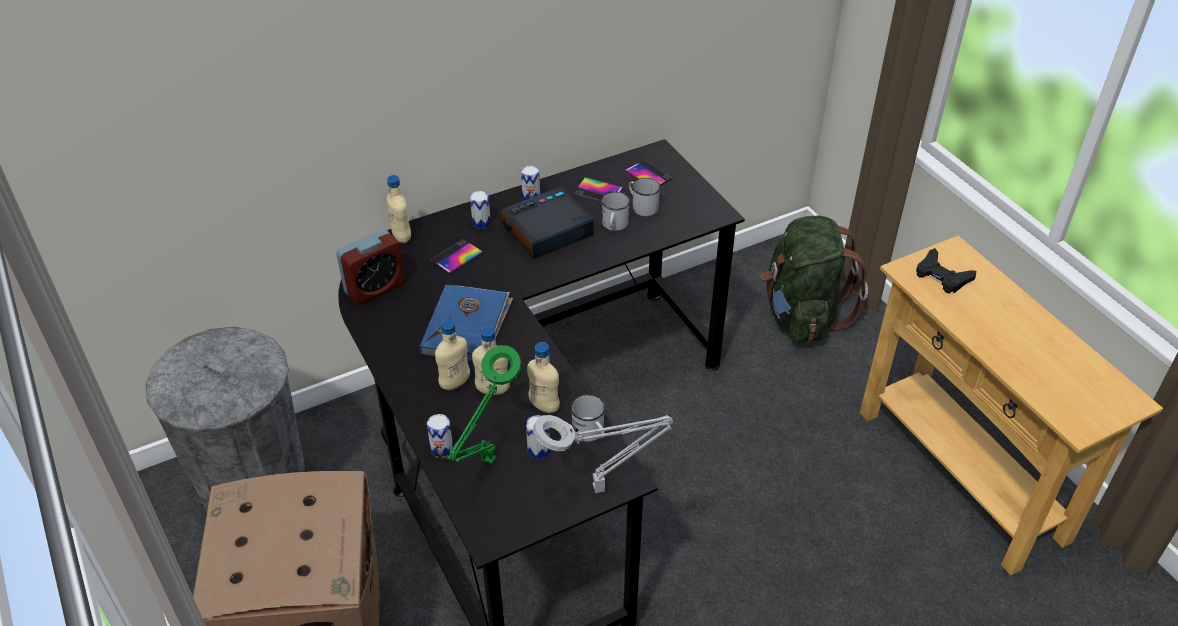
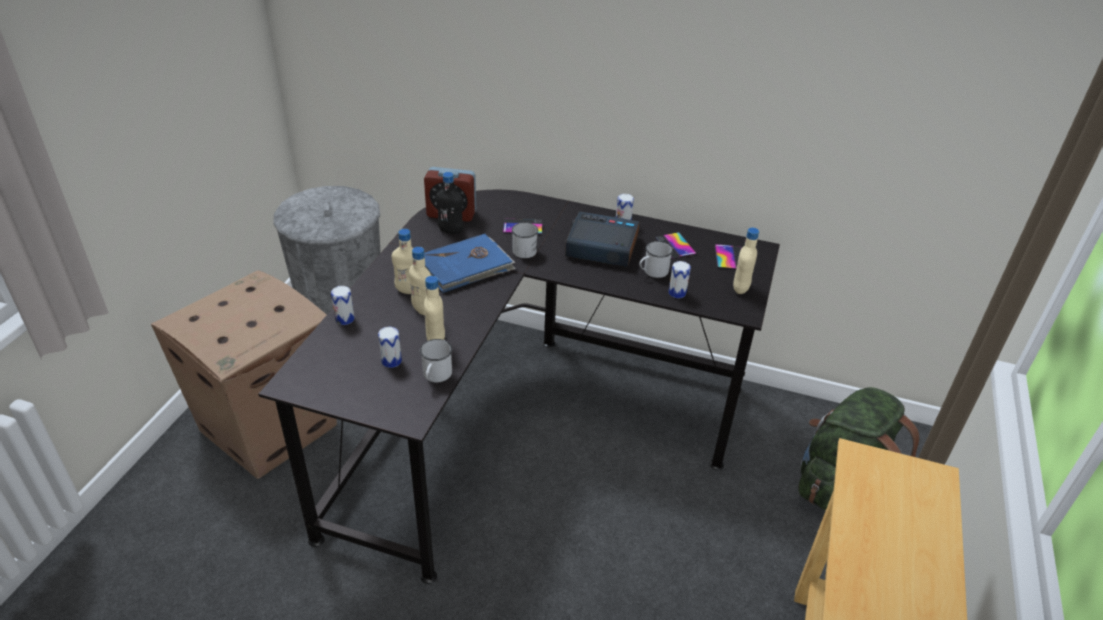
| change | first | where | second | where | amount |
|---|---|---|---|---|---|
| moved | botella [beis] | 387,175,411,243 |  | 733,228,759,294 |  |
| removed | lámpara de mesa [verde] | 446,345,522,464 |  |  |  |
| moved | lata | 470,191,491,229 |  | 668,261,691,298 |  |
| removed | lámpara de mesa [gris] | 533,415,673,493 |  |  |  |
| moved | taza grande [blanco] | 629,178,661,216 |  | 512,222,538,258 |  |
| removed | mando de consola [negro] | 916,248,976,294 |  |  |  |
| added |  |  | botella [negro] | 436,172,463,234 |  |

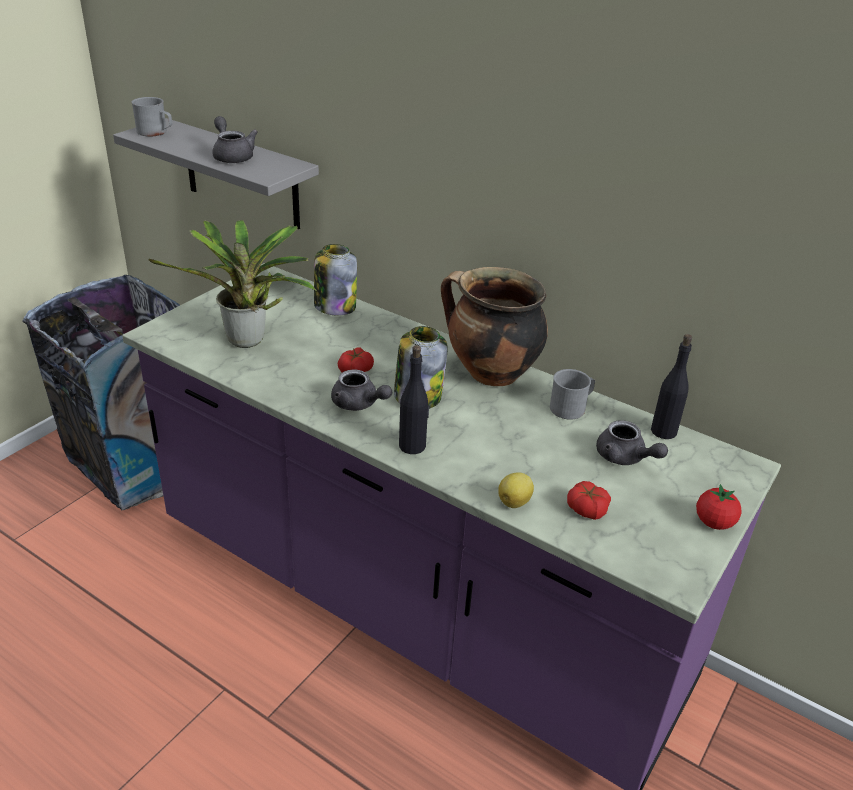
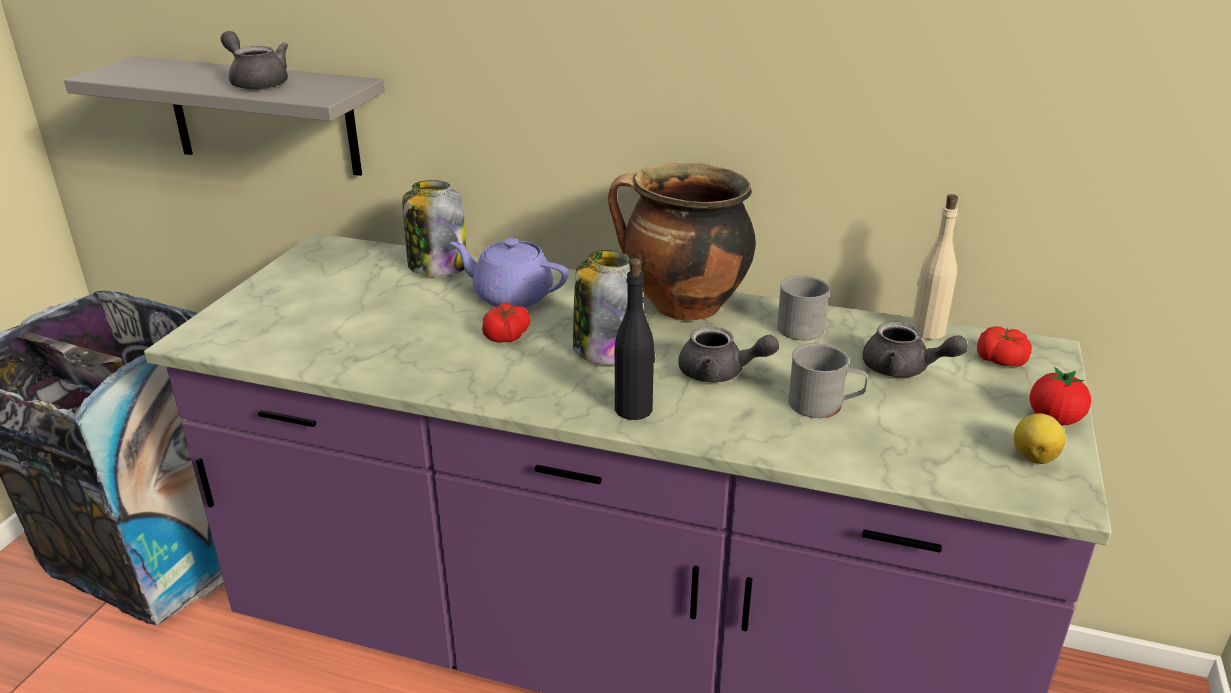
| change | first | where | second | where | amount |
|---|---|---|---|---|---|
| moved | taza grande [gris] | 131,97,172,136 |  | 788,343,867,418 |  |
| removed | planta en maceta | 148,220,317,348 |  |  |  |
| moved | tetera [gris] | 331,369,392,411 |  | 678,326,779,383 |  |
| moved | limón | 498,472,534,508 |  | 1014,413,1065,464 |  |
| moved | tomate | 567,481,611,520 |  | 977,326,1032,367 |  |
| recoloured | botella [negro] | 651,334,692,439 | botella [beis] | 912,194,958,340 |  |
| added |  |  | tetera [morado] | 450,238,568,308 |  |

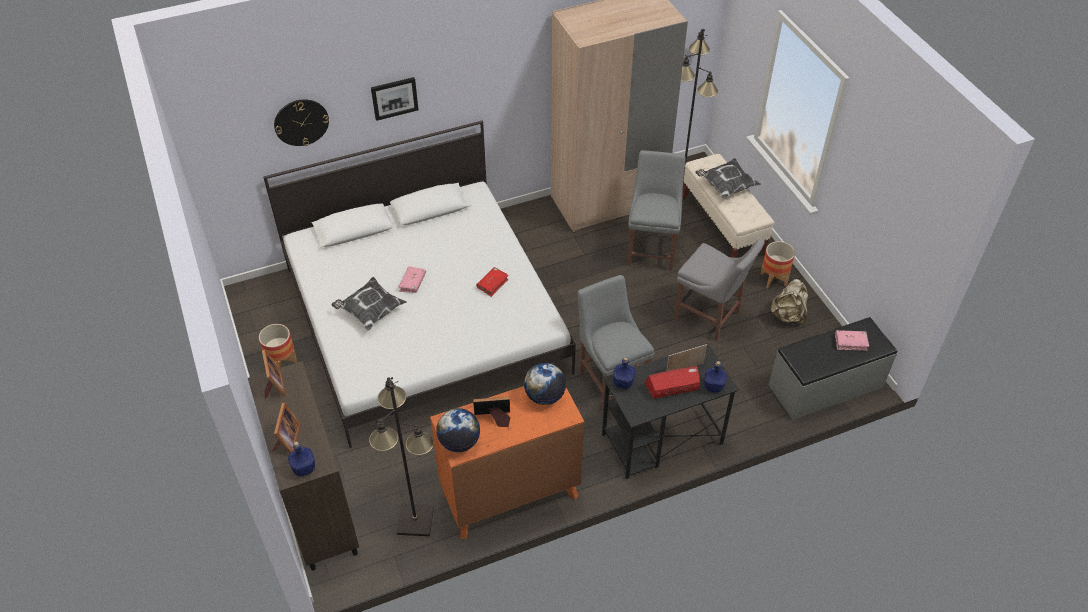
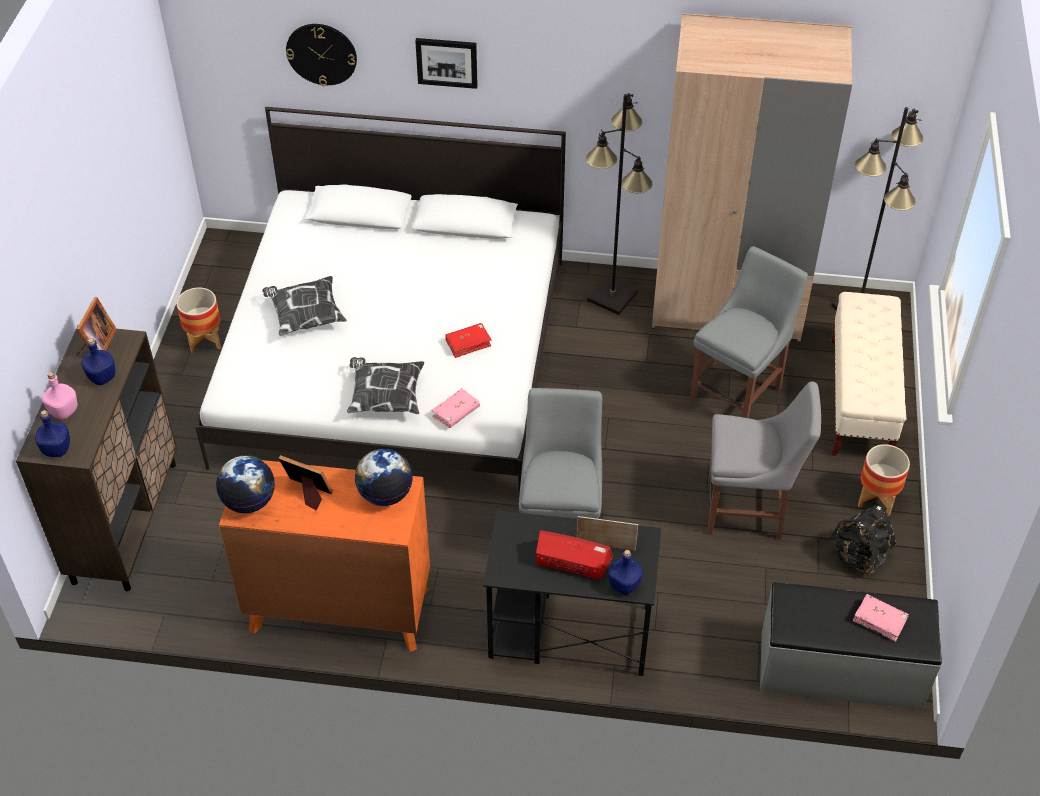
| change | first | where | second | where | amount |
|---|---|---|---|---|---|
| replaced | portarretratos | 272,403,301,454 | botella [rosa] | 42,372,77,419 |  |
| moved | lámpara de pie [negro] | 369,377,434,536 |  | 586,93,652,315 |  |
| moved | libro [rosa] | 398,266,426,293 |  | 431,388,480,428 |  |
| moved | botella [azul] | 613,357,635,389 |  | 81,338,116,385 |  |
| turned | silla [gris] | 674,239,765,341 |  | 707,382,821,540 | 60 degrees counterclockwise |
| moved | cojín | 695,158,761,199 |  | 347,357,424,414 |  |
| recoloured | mochila [beis] | 770,279,808,326 | mochila [negro] | 830,505,897,575 |  |

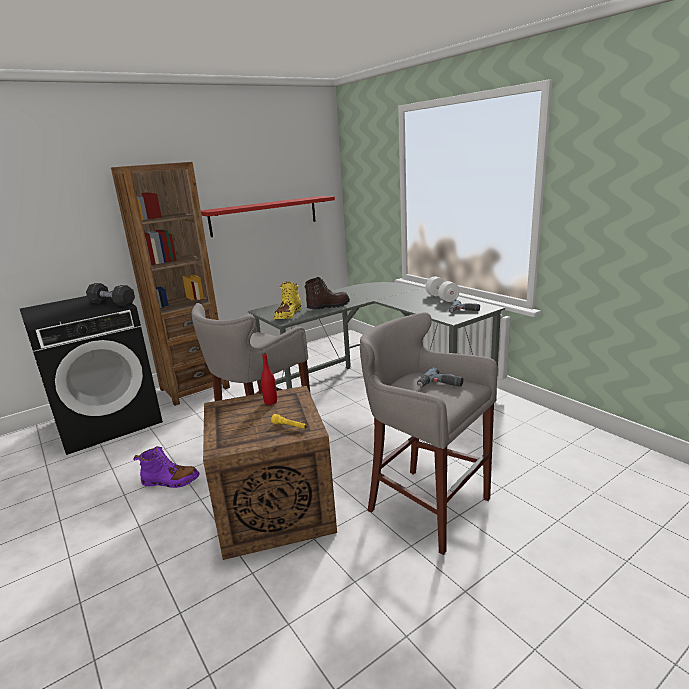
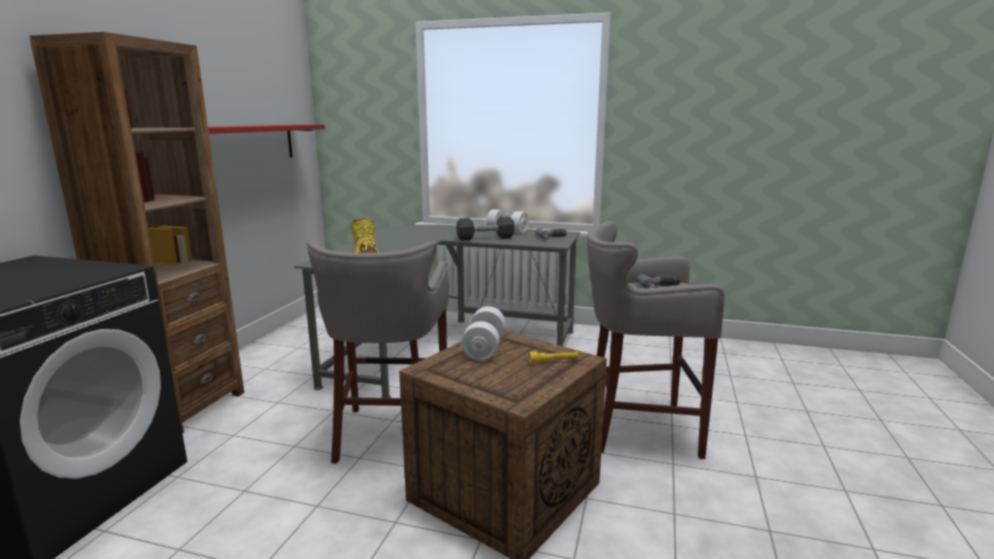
| change | first | where | second | where | amount |
|---|---|---|---|---|---|
| moved | mancuerna [negro] | 86,283,135,306 |  | 457,216,514,240 |  |
| removed | bota [morado] | 134,446,199,488 |  |  |  |
| replaced | botella [rojo] | 261,352,277,405 | mancuerna [blanco] | 461,306,505,361 |  |
| removed | bota [marrón] | 305,277,350,310 |  |  |  |

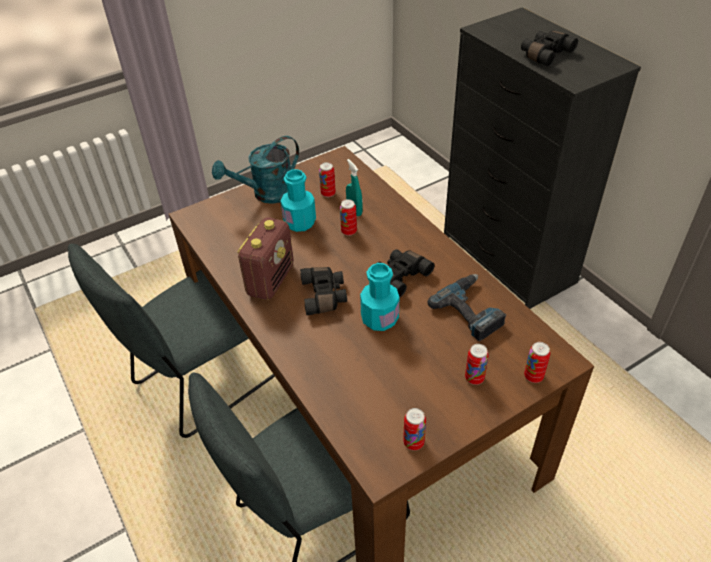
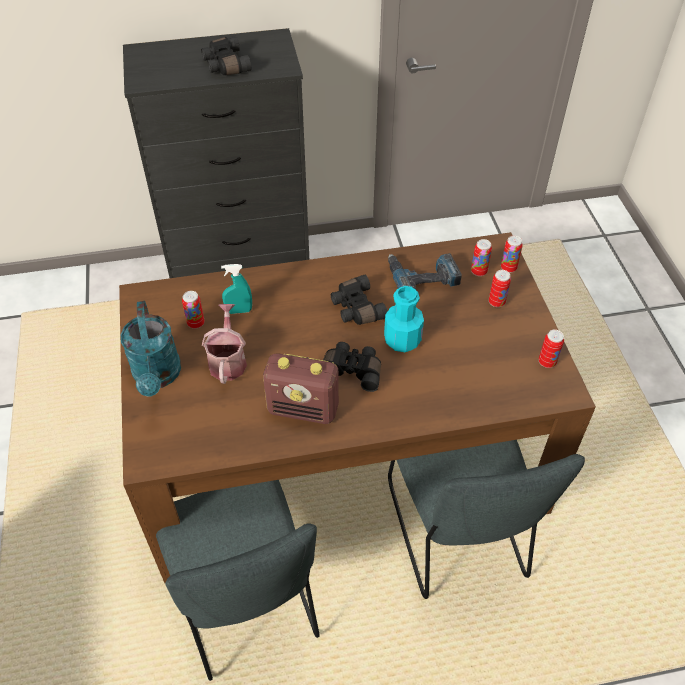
| change | first | where | second | where | amount |
|---|---|---|---|---|---|
| turned | radio | 237,217,294,300 |  | 263,353,339,424 | 150 degrees clockwise |
| replaced | botella [turquesa] | 281,169,316,232 | regadera | 202,304,247,384 |  |
| moved | lata | 340,199,357,236 |  | 471,239,492,276 |  |

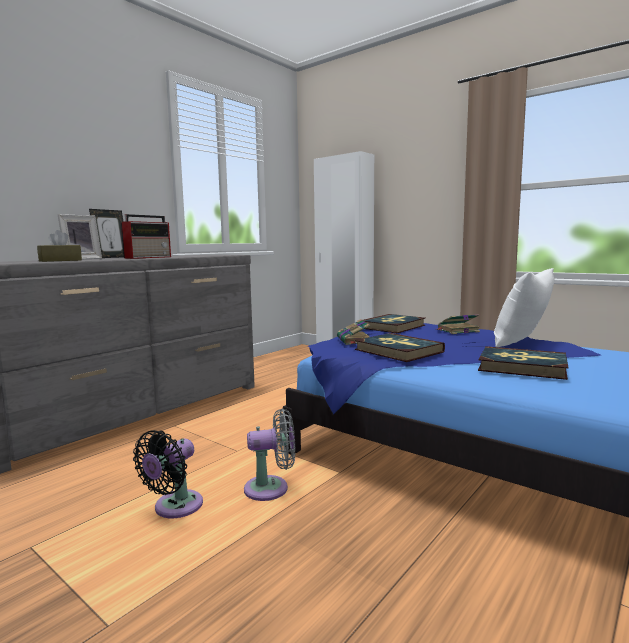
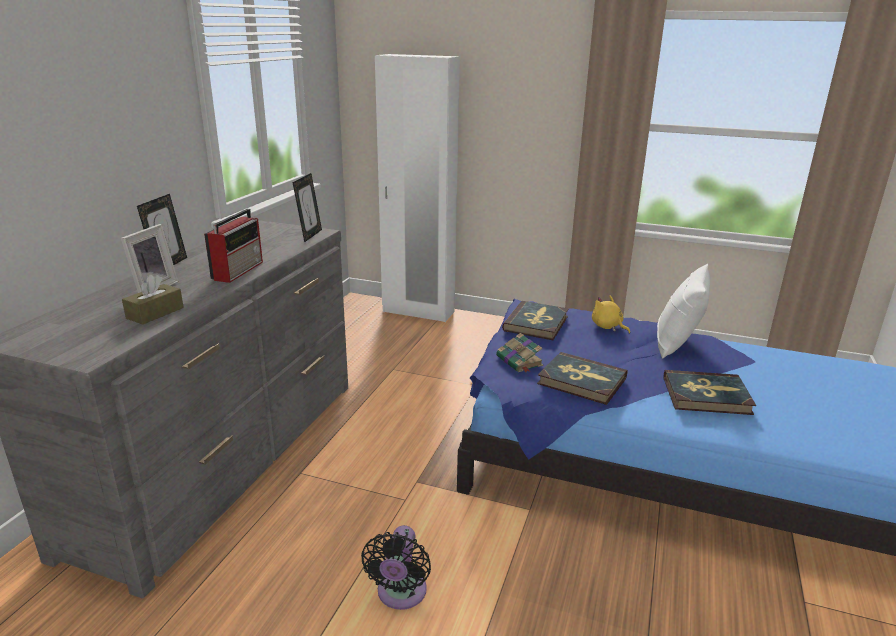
| change | first | where | second | where | amount |
|---|---|---|---|---|---|
| removed | ventilador [gris] | 244,409,295,501 |  |  |  |
| replaced | libro | 438,314,480,334 | peluche [amarillo] | 592,296,630,333 |  |
| added |  |  | portarretratos | 292,173,322,242 |  |

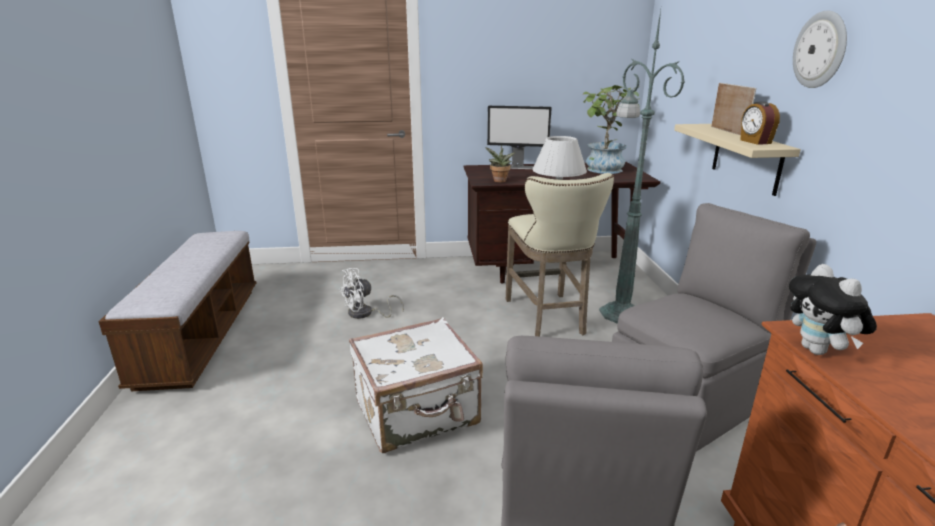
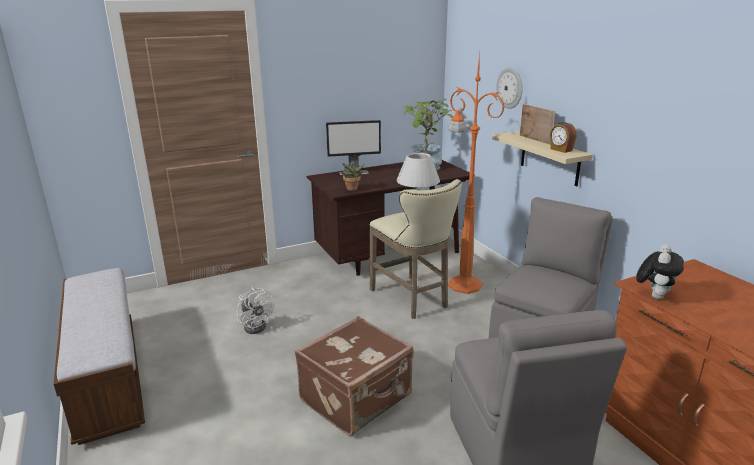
| change | first | where | second | where | amount |
|---|---|---|---|---|---|
| turned | ventilador [blanco] | 339,268,404,319 |  | 237,287,274,334 | 75 degrees counterclockwise |
| recoloured | maleta [blanco] | 349,317,483,453 | maleta [marrón] | 295,316,413,436 |  |
| recoloured | lámpara de pie [verde] | 599,10,685,324 | lámpara de pie [naranja] | 448,52,505,294 |  |
| turned | peluche | 789,264,877,355 |  | 636,245,684,299 | 120 degrees counterclockwise |
| moved | reloj de pared | 793,11,847,88 |  | 496,68,523,109 |  |

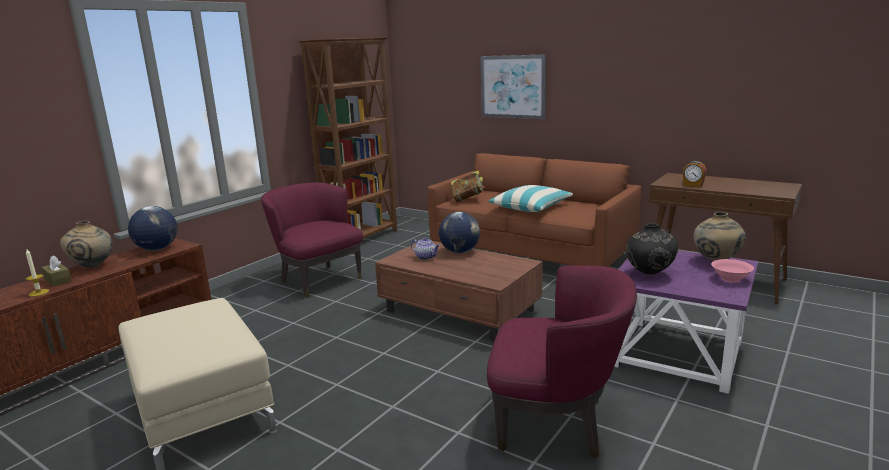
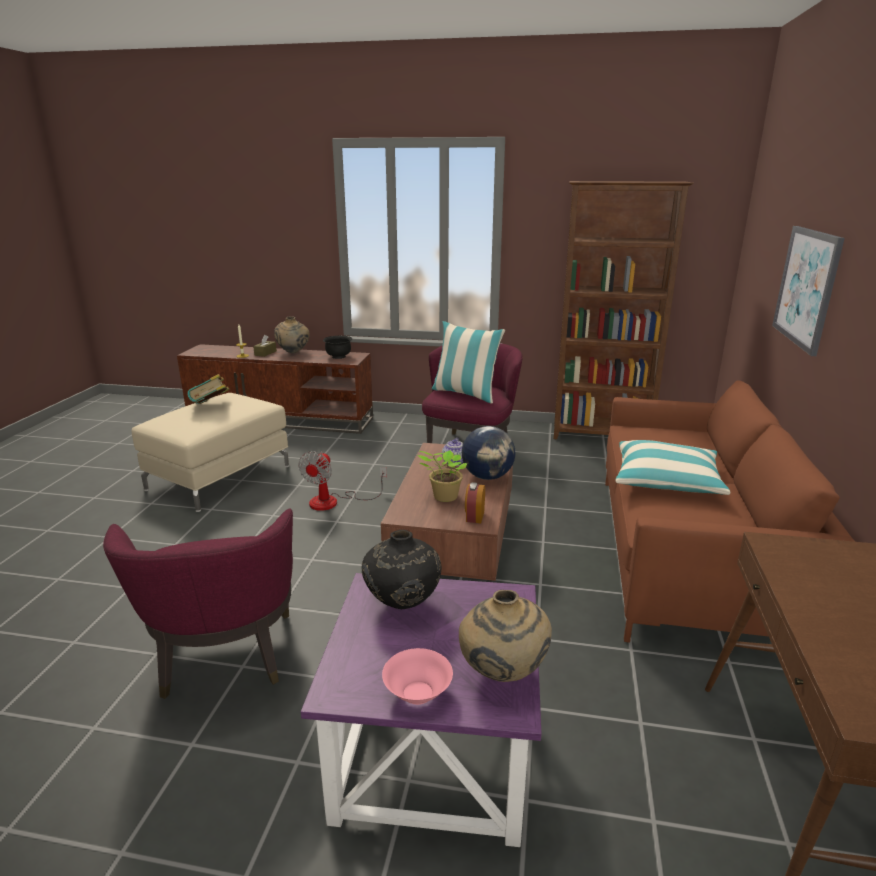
| change | first | where | second | where | amount |
|---|---|---|---|---|---|
| replaced | globo terráqueo | 128,206,178,251 | cuenco [negro] | 323,336,352,359 |  |
| moved | libro | 451,170,485,202 |  | 188,374,230,404 |  |
| moved | despertador | 683,161,707,187 |  | 465,482,485,523 |  |
| added |  |  | ventilador | 298,451,387,511 |  |
| added |  |  | planta en maceta | 417,450,468,502 |  |
| added |  |  | cojín | 432,321,505,404 |  |

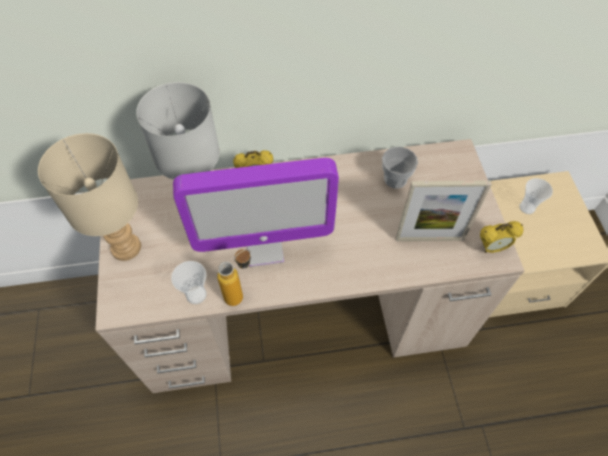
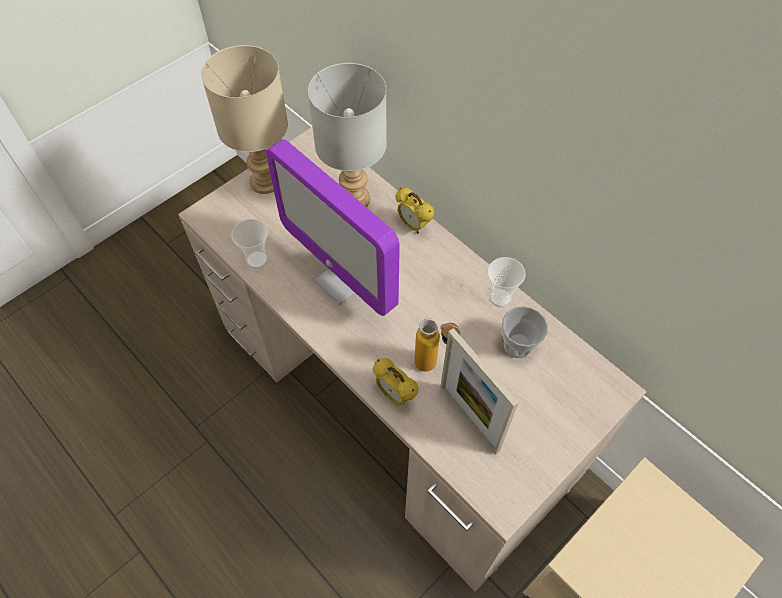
| change | first | where | second | where | amount |
|---|---|---|---|---|---|
| moved | botella | 217,249,251,306 |  | 414,319,461,371 |  |
| moved | despertador | 480,221,523,253 |  | 373,358,419,406 |  |
| moved | taza | 519,178,553,214 |  | 488,257,526,307 |  |

